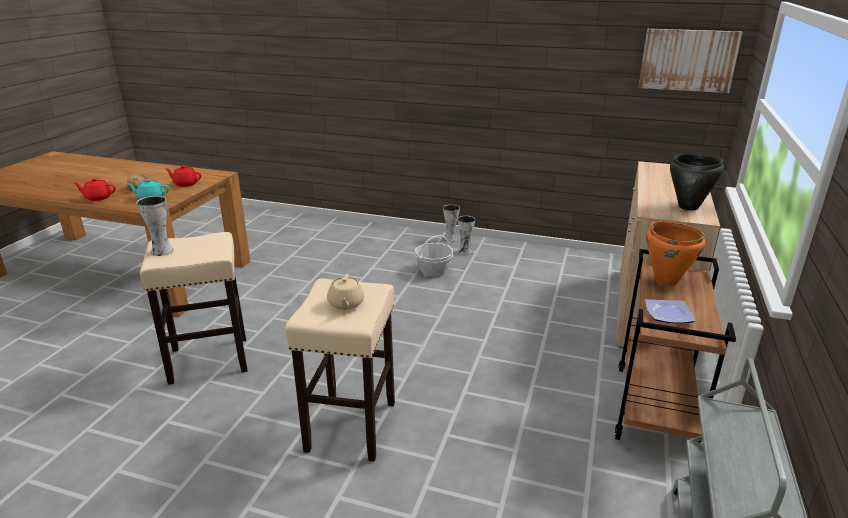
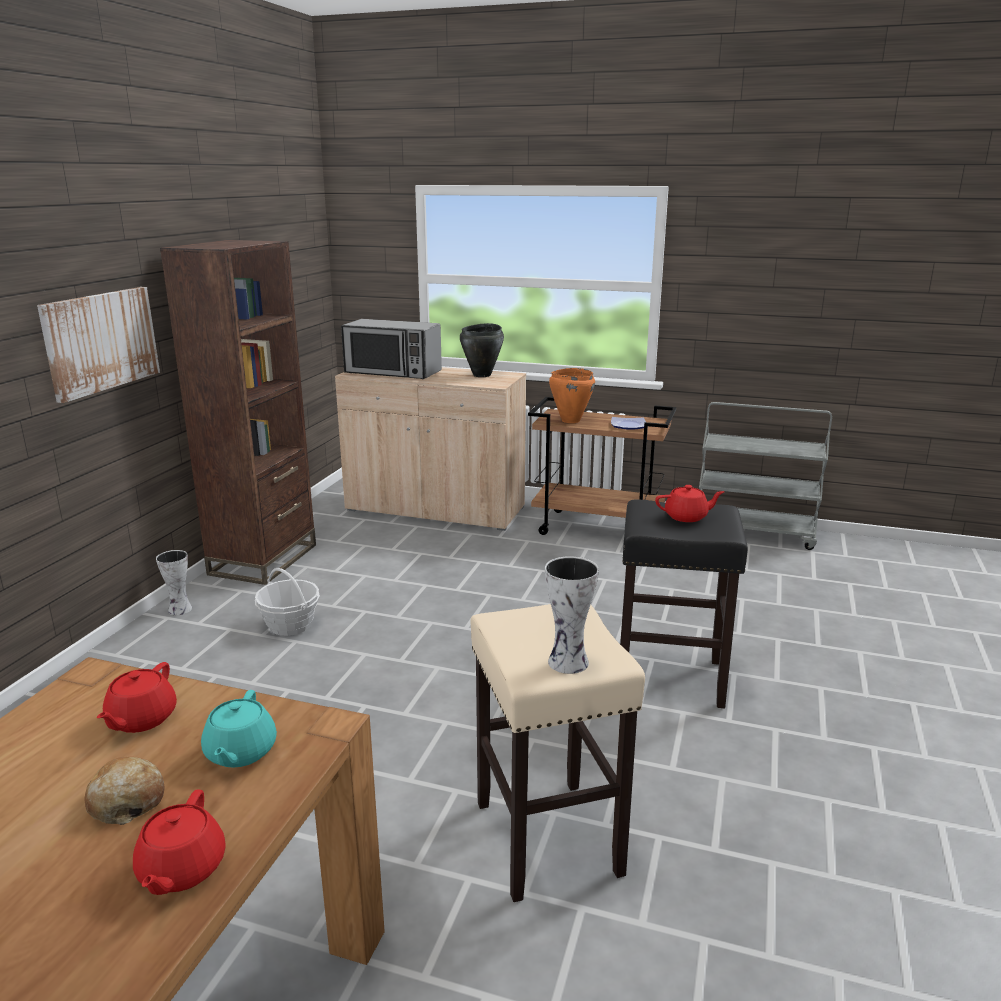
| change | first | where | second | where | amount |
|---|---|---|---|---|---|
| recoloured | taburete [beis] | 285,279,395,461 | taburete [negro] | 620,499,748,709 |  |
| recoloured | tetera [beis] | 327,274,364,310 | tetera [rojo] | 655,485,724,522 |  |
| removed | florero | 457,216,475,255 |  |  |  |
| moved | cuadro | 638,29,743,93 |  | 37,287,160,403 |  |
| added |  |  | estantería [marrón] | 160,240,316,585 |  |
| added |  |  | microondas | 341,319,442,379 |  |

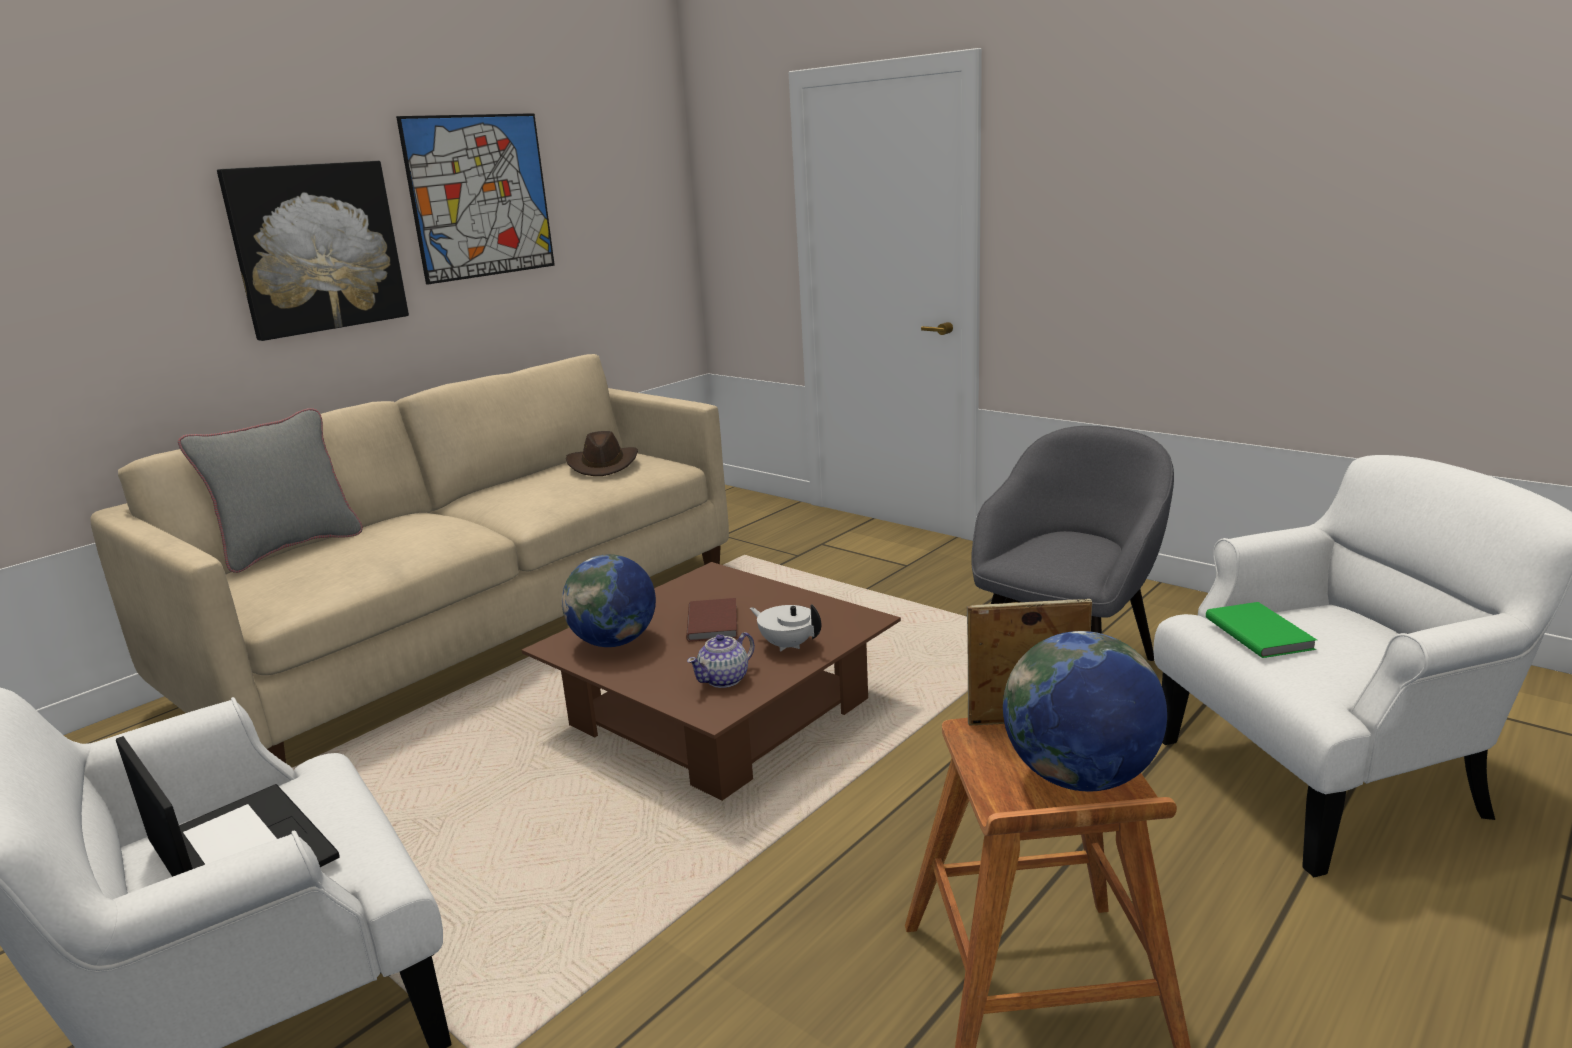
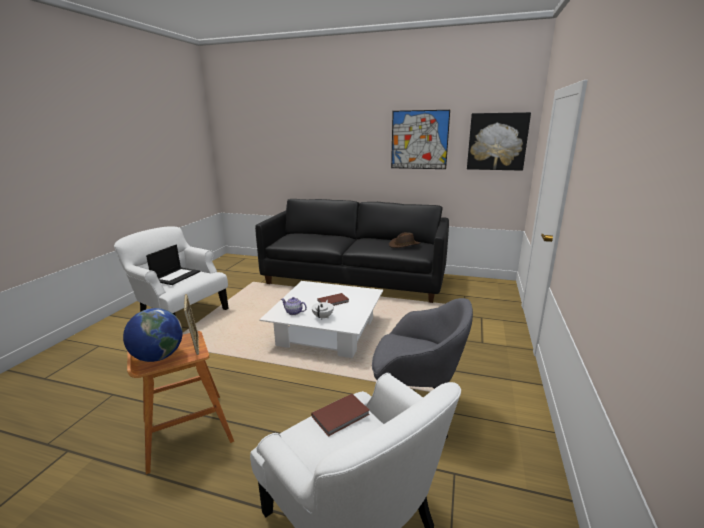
| change | first | where | second | where | amount |
|---|---|---|---|---|---|
| recoloured | sofá [beis] | 90,354,729,763 | sofá [negro] | 255,199,449,303 |  |
| removed | cojín [gris] | 178,408,363,573 |  |  |  |
| moved | cuadro | 217,161,409,341 |  | 467,112,531,171 |  |
| recoloured | mesa de centro [marrón] | 522,562,901,801 | mesa de centro [blanco] | 259,281,383,358 |  |
| removed | globo terráqueo | 562,554,656,647 |  |  |  |
| recoloured | libro [verde] | 1206,602,1317,658 | libro [marrón] | 311,394,370,437 |  |

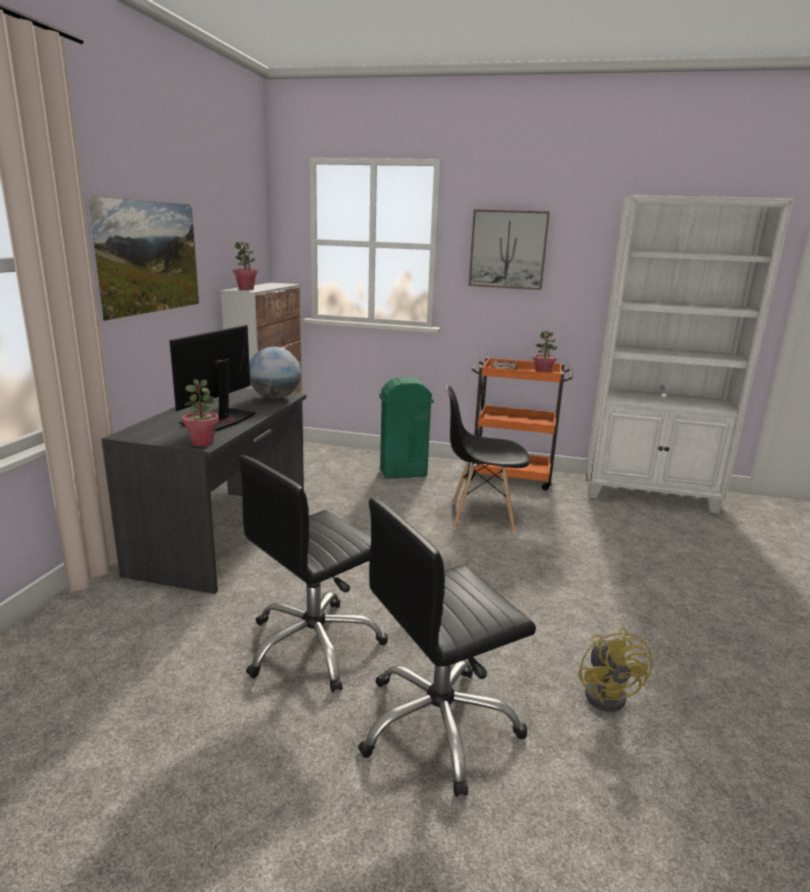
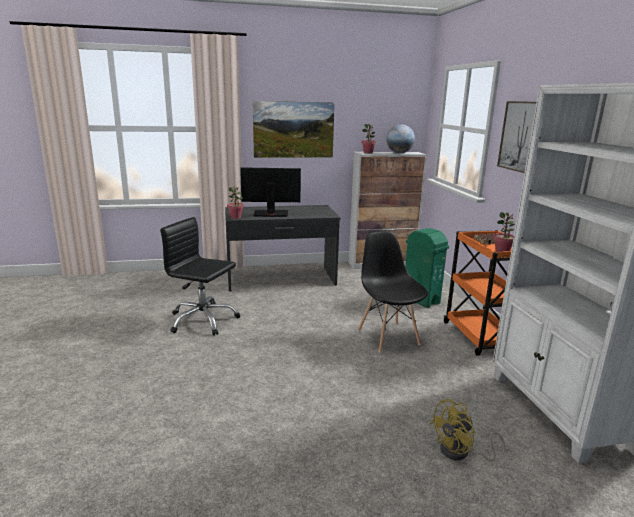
| change | first | where | second | where | amount |
|---|---|---|---|---|---|
| moved | globo terráqueo | 249,347,301,399 |  | 386,124,415,153 |  |
| removed | silla de oficina [negro] | 358,498,536,797 |  |  |  |
| moved | ventilador [amarillo] | 578,627,653,712 |  | 429,399,505,462 |  |

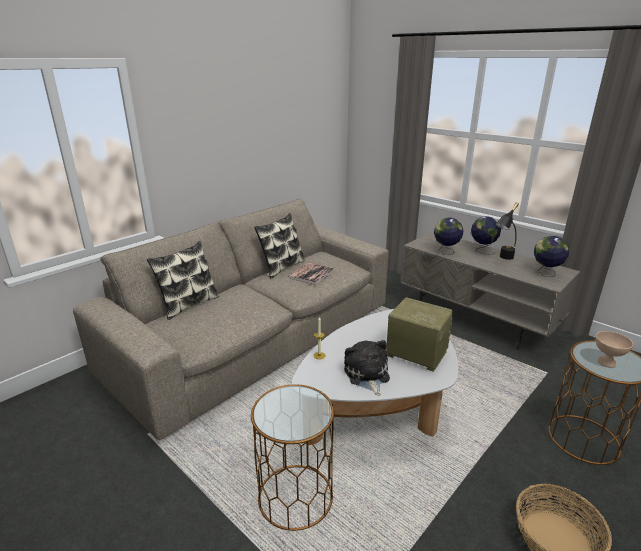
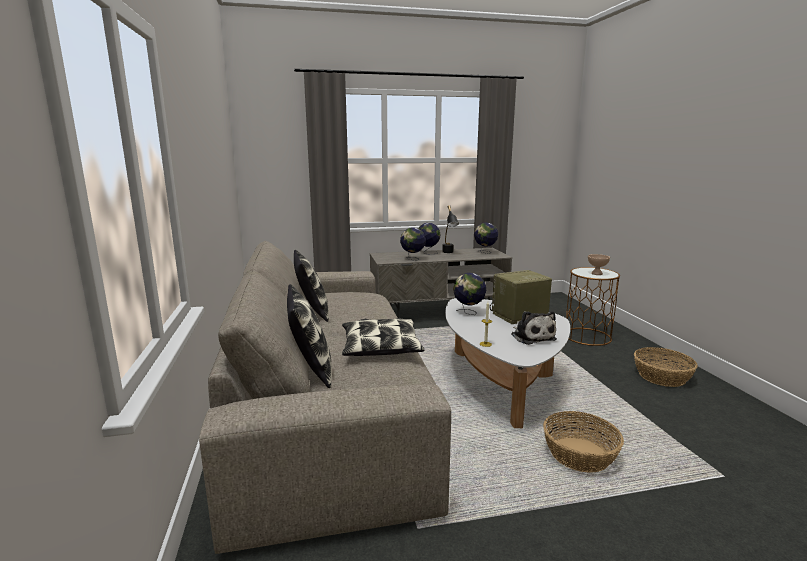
| change | first | where | second | where | amount |
|---|---|---|---|---|---|
| replaced | mesa auxiliar [marrón] | 251,384,334,531 | cesta | 543,411,624,473 |  |
| removed | libro | 288,262,334,285 |  |  |  |
| turned | peluche | 344,340,390,396 |  | 511,311,557,345 | 135 degrees counterclockwise |
| added |  |  | cojín | 342,318,424,356 |  |
| added |  |  | globo terráqueo | 453,273,486,315 |  |

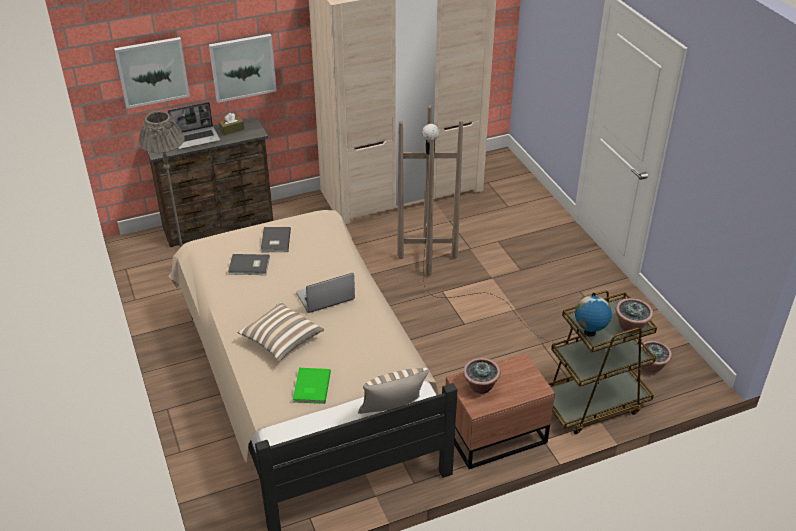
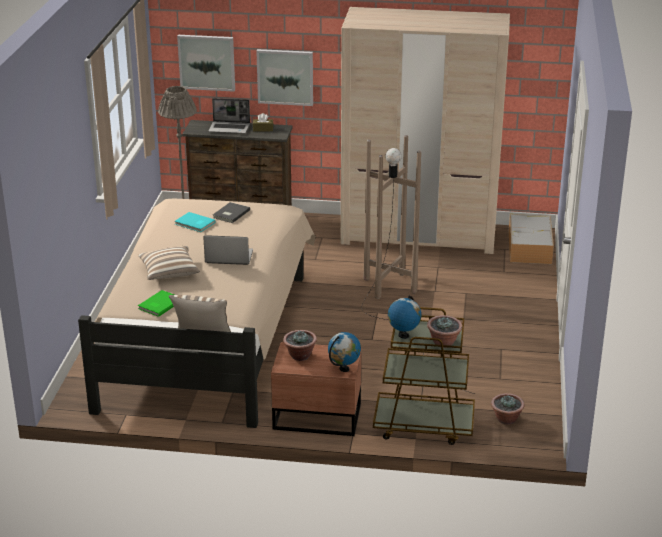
| change | first | where | second | where | amount |
|---|---|---|---|---|---|
| recoloured | libro [gris] | 228,254,270,275 | libro [turquesa] | 175,212,216,232 |  |
| added |  |  | globo terráqueo | 328,332,361,372 |  |
| added |  |  | caja de almacenaje | 509,214,554,264 |  |

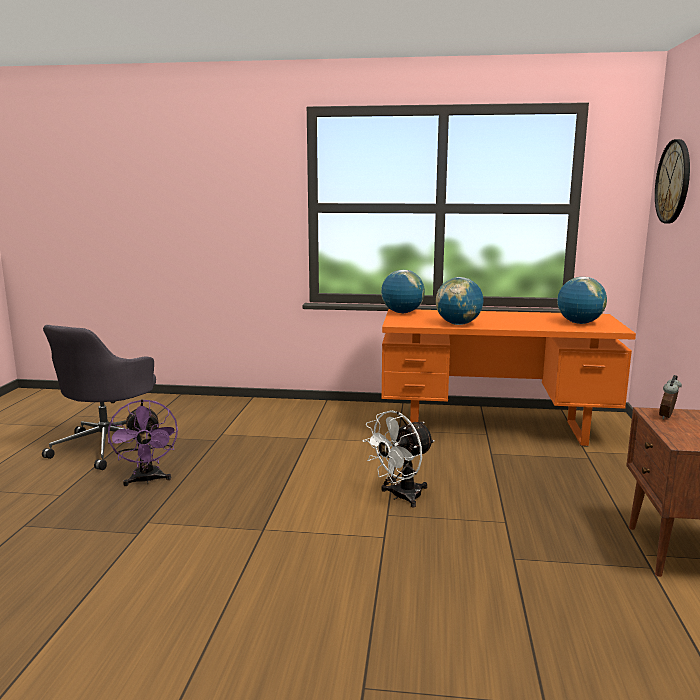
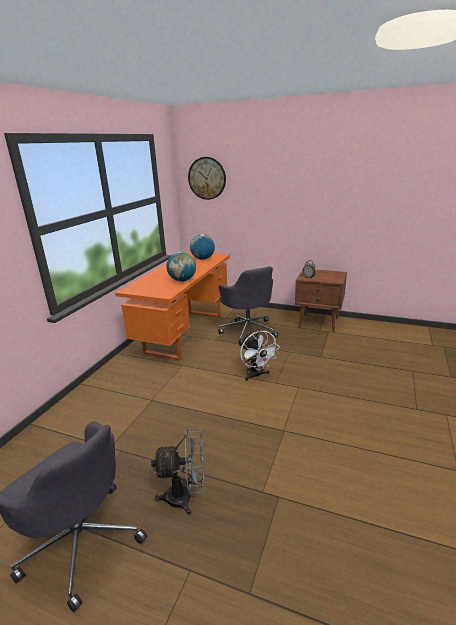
| change | first | where | second | where | amount |
|---|---|---|---|---|---|
| recoloured | ventilador [morado] | 108,399,178,486 | ventilador [gris] | 151,428,205,515 |  |
| removed | globo terráqueo | 381,270,425,313 |  |  |  |
| added |  |  | silla de oficina [gris] | 218,266,278,346 |  |

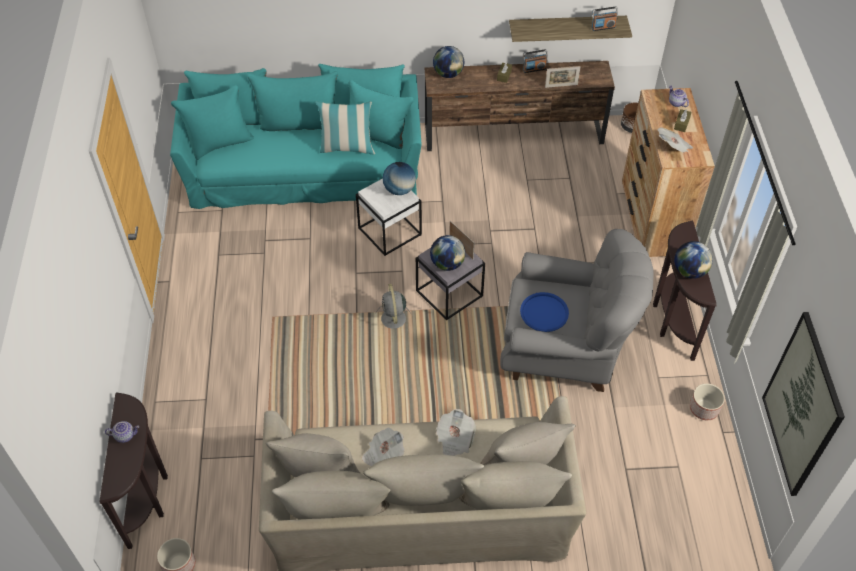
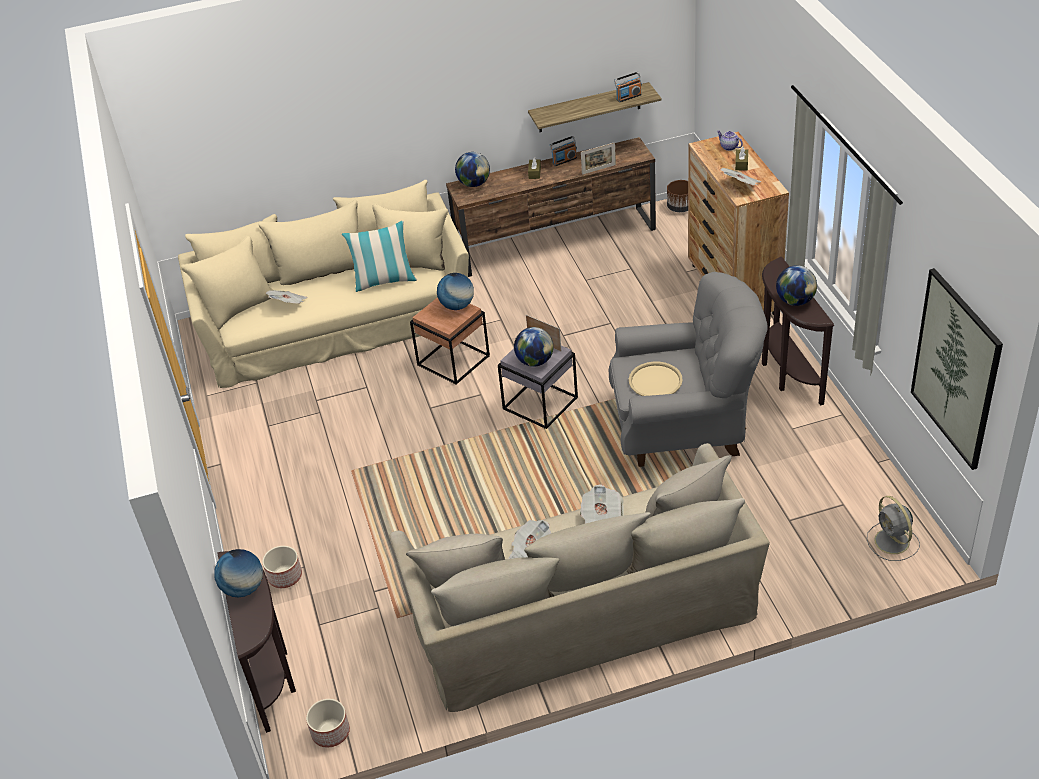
| change | first | where | second | where | amount |
|---|---|---|---|---|---|
| replaced | tetera | 105,421,139,443 | globo terráqueo | 214,549,263,597 |  |
| recoloured | sofá [turquesa] | 170,64,422,209 | sofá [beis] | 178,180,469,388 |  |
| recoloured | mesa auxiliar [blanco] | 356,178,422,256 | mesa auxiliar [marrón] | 410,297,490,385 |  |
| moved | ventilador [gris] | 376,284,412,329 |  | 867,496,920,561 |  |
| recoloured | bandeja [azul] | 520,292,569,332 | bandeja [beis] | 629,362,683,396 |  |
| moved | maceta | 690,384,725,420 |  | 262,546,302,588 |  |
| added |  |  | periódico | 266,290,308,304 |  |

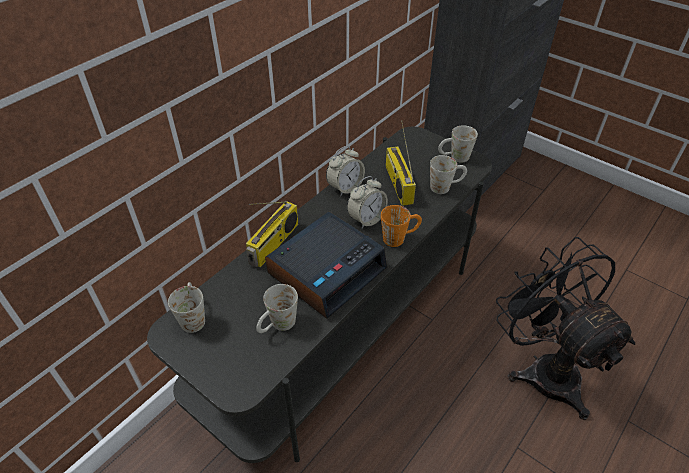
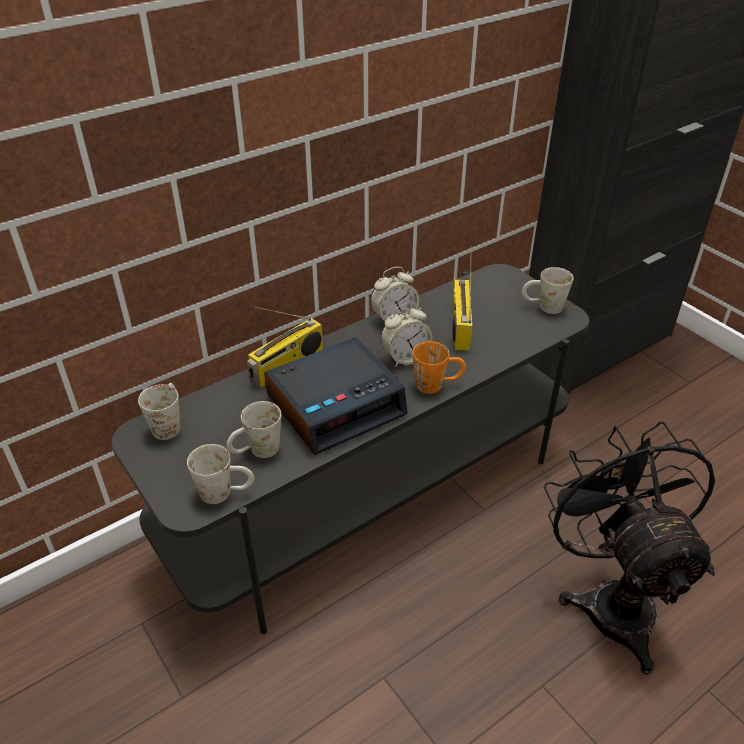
| change | first | where | second | where | amount |
|---|---|---|---|---|---|
| moved | taza grande [blanco] | 430,155,467,194 |  | 187,444,254,504 |  |

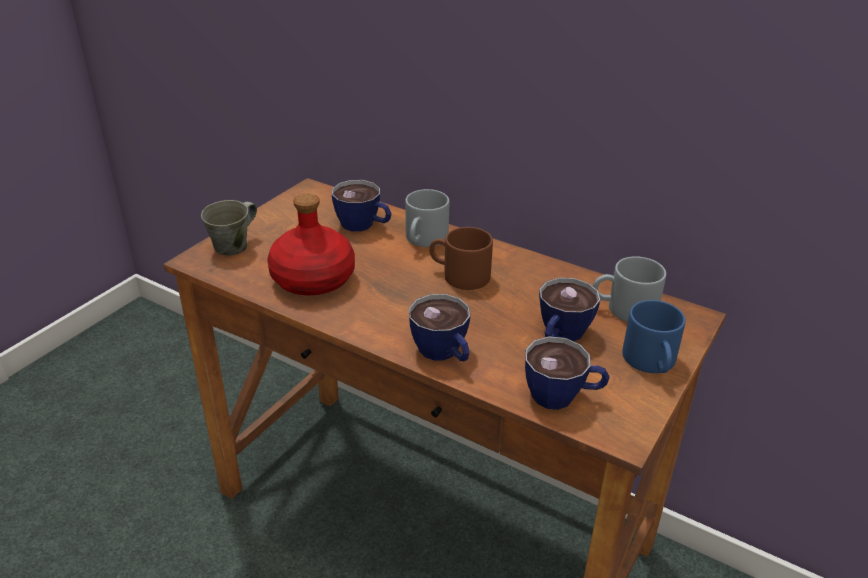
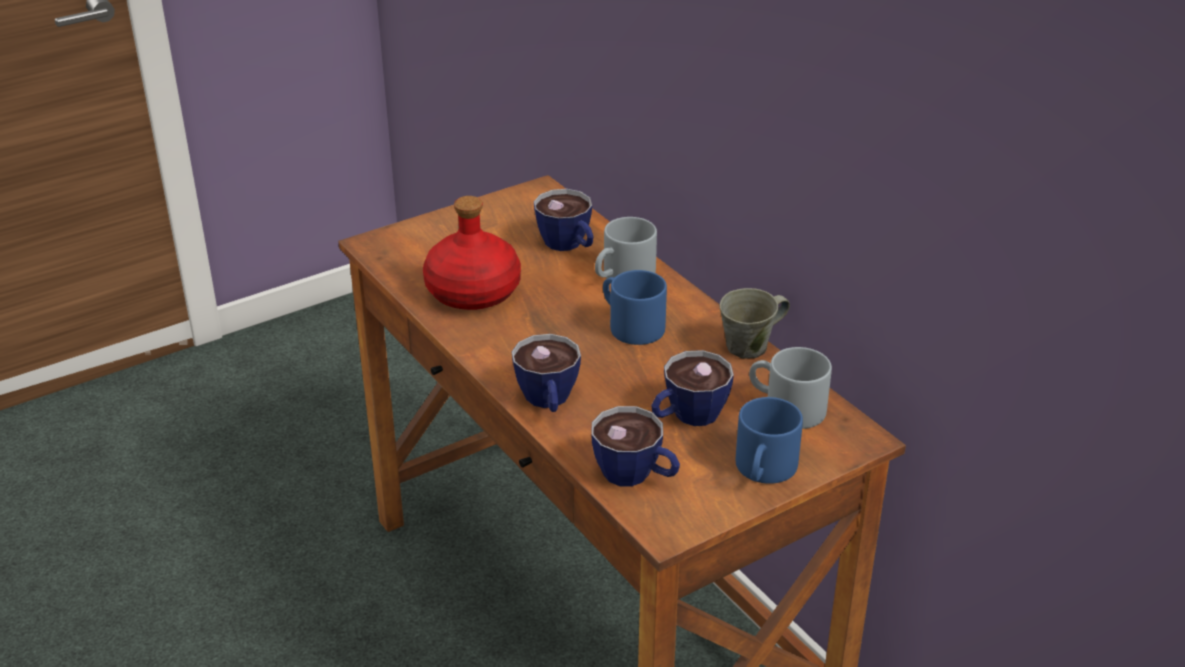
| change | first | where | second | where | amount |
|---|---|---|---|---|---|
| moved | taza grande [gris] | 201,200,257,256 |  | 720,288,790,358 |  |
| recoloured | taza grande [marrón] | 429,227,493,290 | taza grande [azul] | 603,270,667,345 |  |

